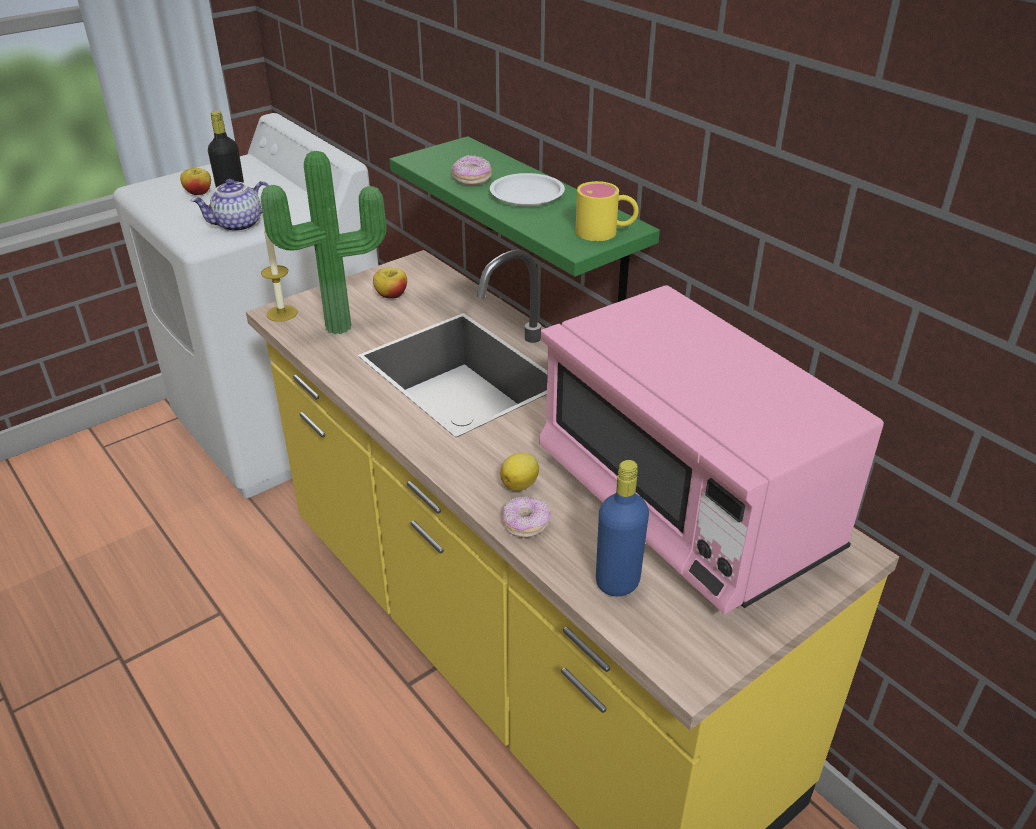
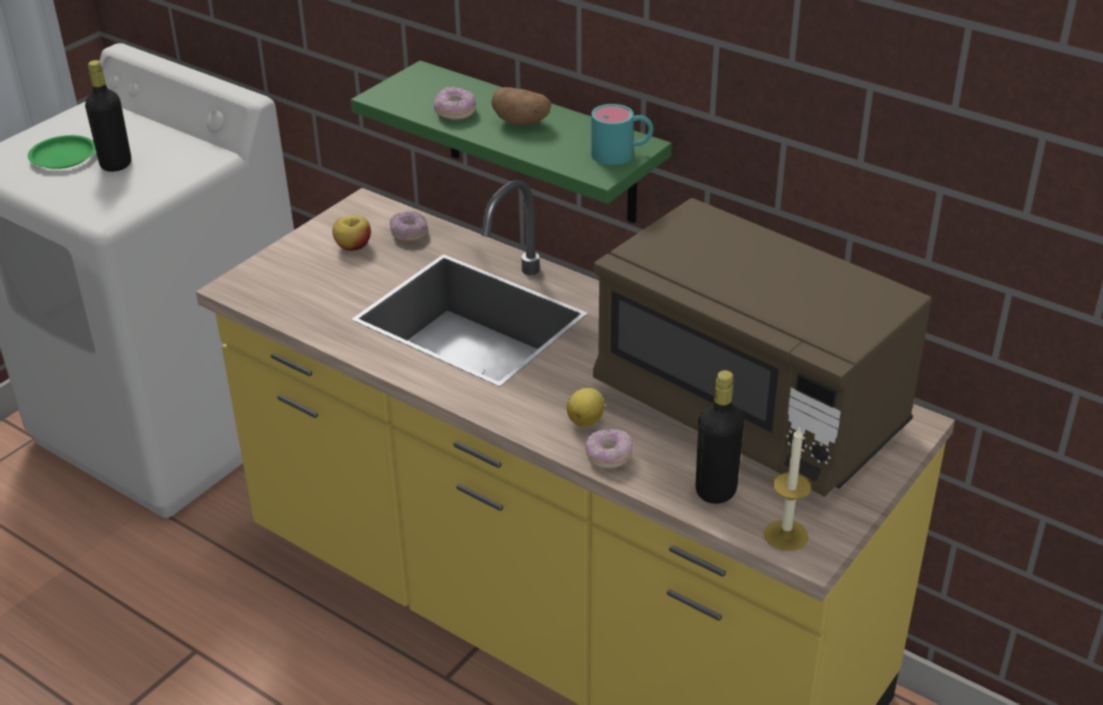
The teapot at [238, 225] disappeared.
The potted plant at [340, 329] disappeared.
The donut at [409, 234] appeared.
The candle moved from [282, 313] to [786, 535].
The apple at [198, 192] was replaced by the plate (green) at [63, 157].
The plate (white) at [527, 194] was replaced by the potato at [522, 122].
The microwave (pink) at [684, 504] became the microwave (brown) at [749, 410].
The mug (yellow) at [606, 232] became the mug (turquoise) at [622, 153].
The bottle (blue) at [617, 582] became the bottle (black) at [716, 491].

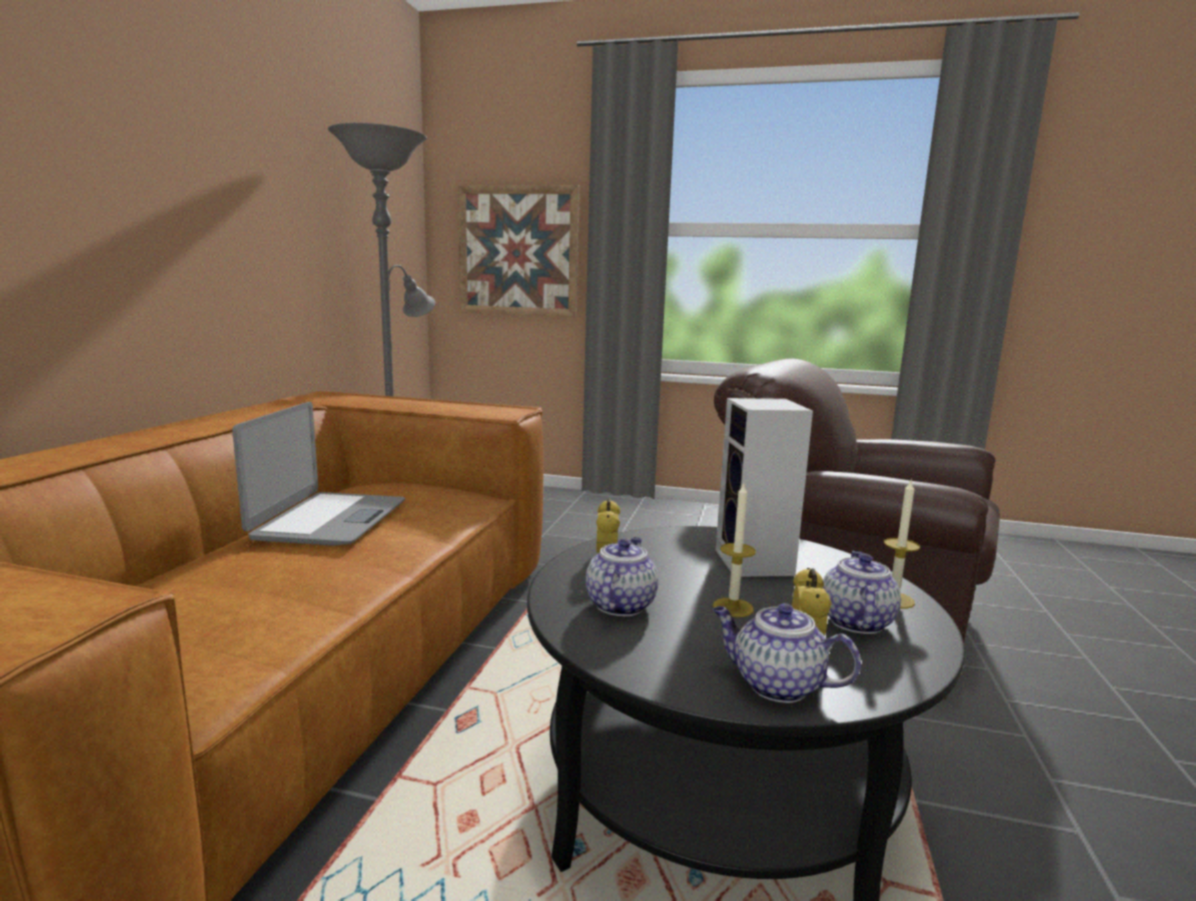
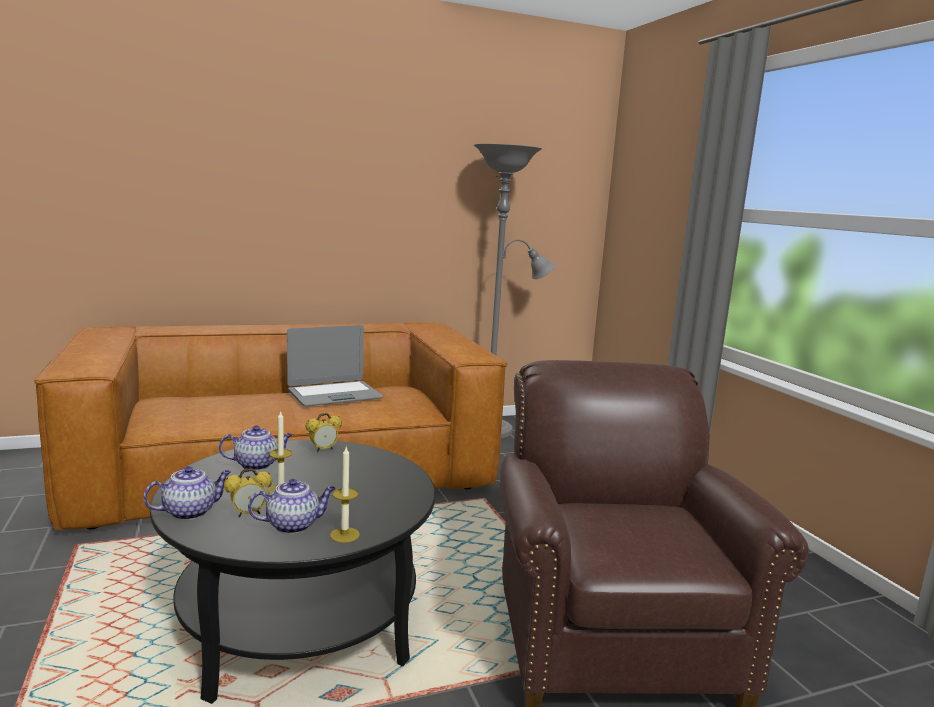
The picture at [518, 251] disappeared.
The speaker at [756, 564] disappeared.
The teapot at [775, 685] turned 60 degrees clockwise.

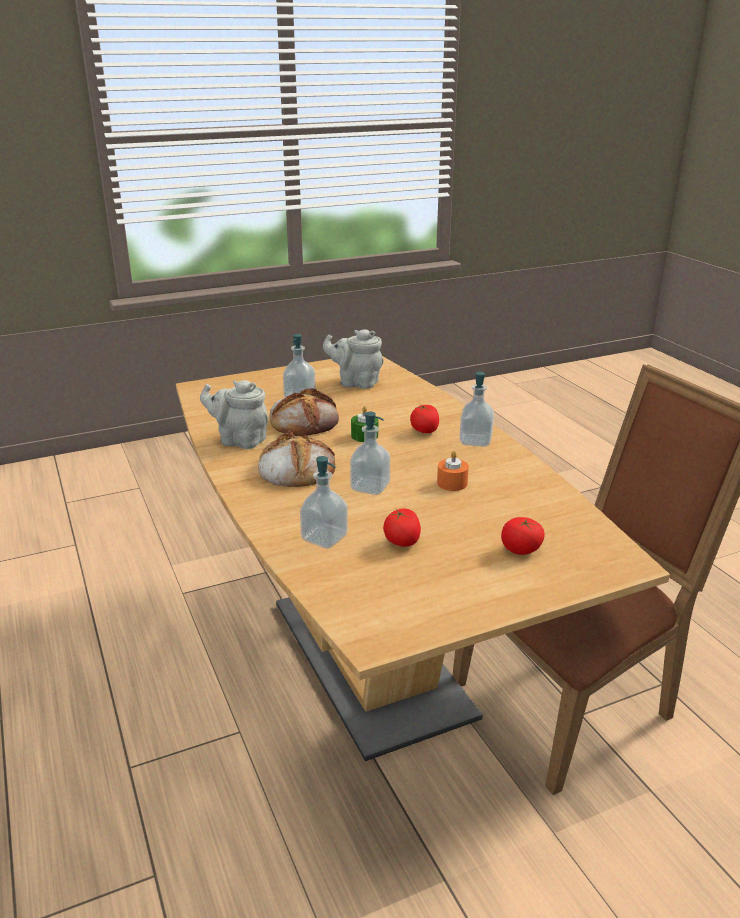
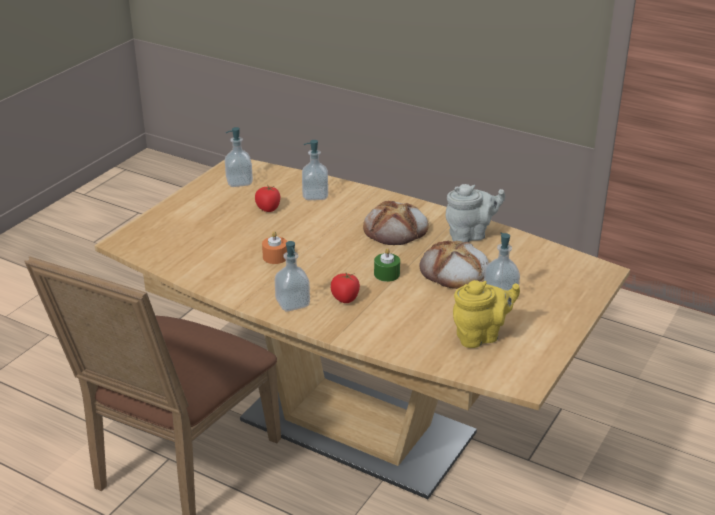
The tomato at [521, 550] disappeared.
The soap dispenser moved from [370, 487] to [239, 182].
The teapot (grey) at [356, 383] became the teapot (yellow) at [480, 336].

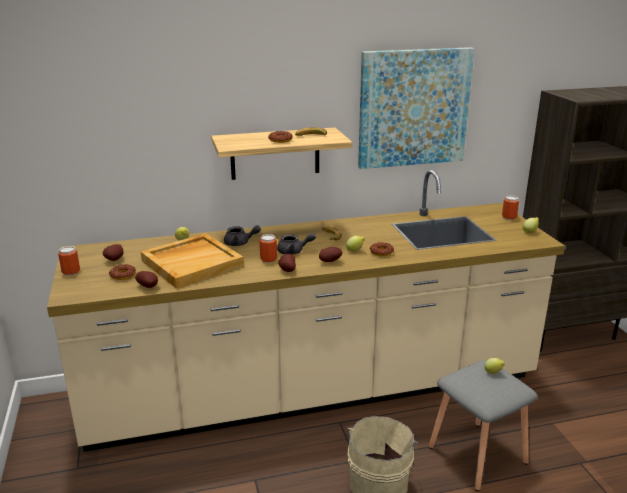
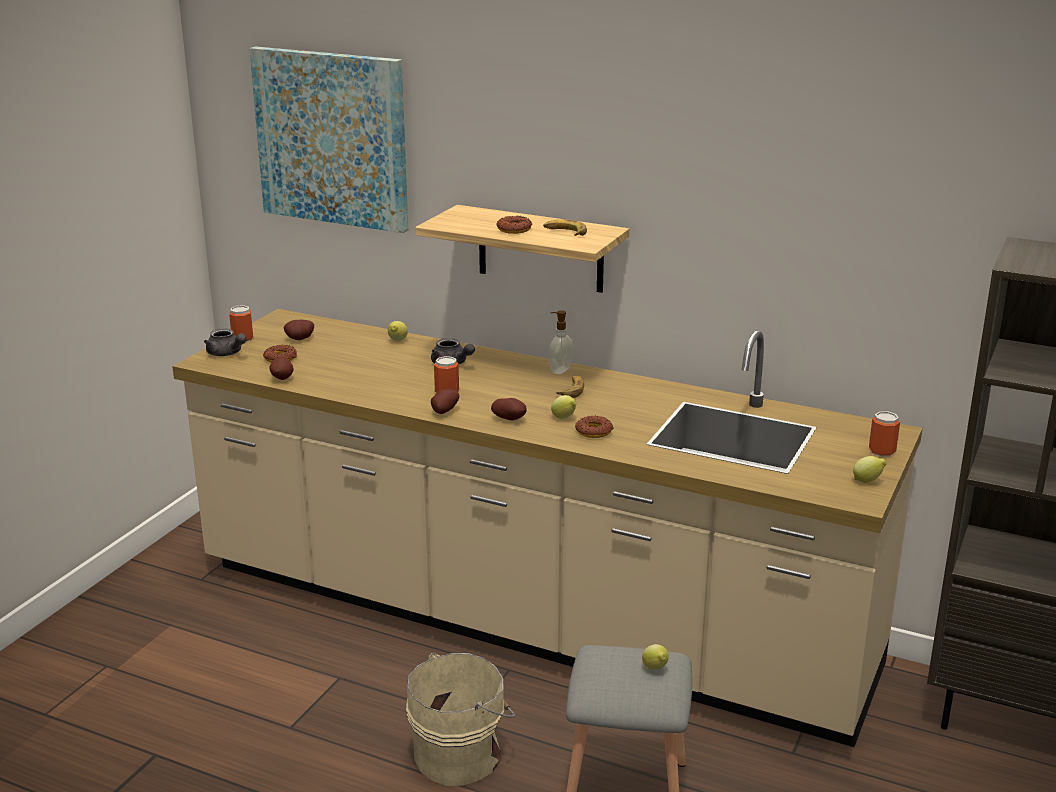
The tray (beige) at [192, 263] disappeared.
The soap dispenser at [559, 370] appeared.
The teapot (grey) moved from [294, 251] to [226, 354].
The picture moved from [413, 108] to [332, 138].

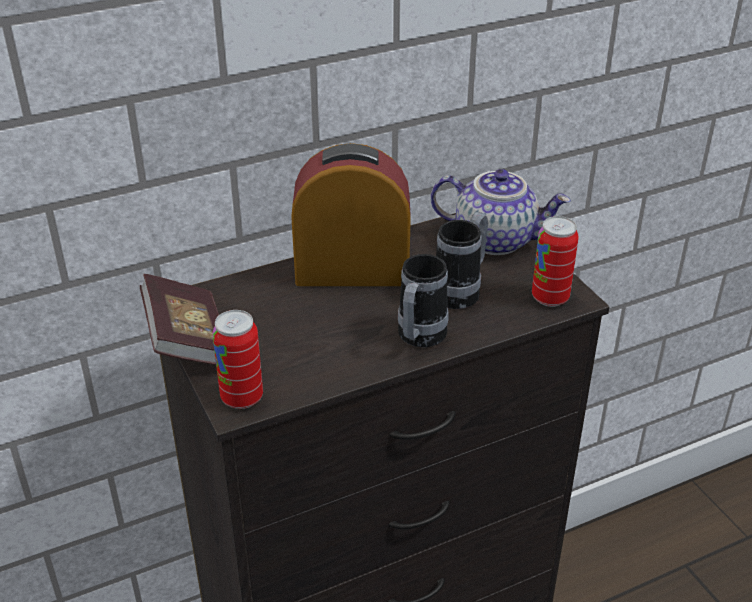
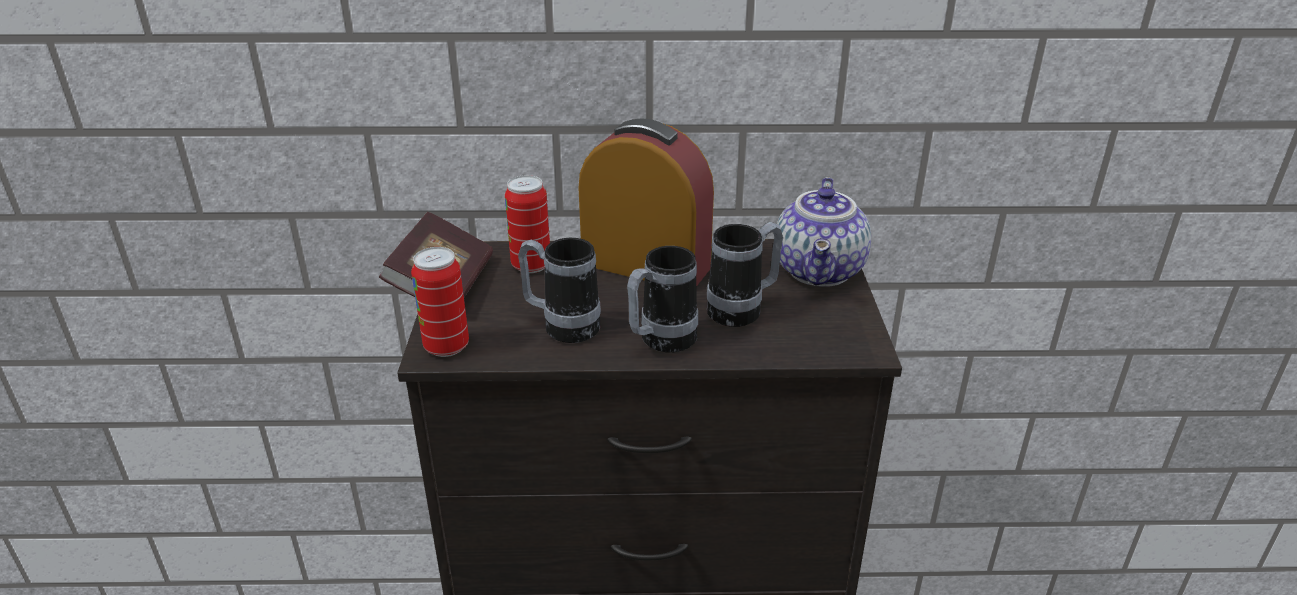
The mug at [562, 326] appeared.
The can moved from [550, 298] to [531, 265].
The teapot at [496, 239] turned 60 degrees clockwise.

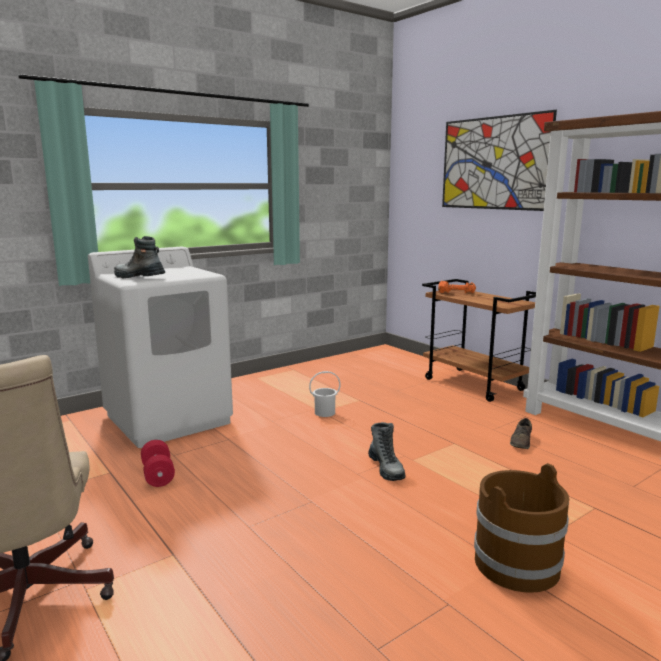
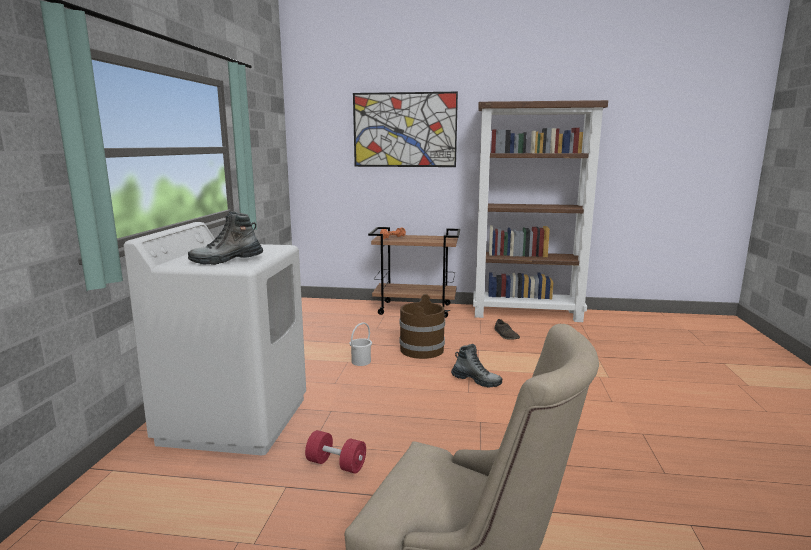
The bucket (brown) moved from [516, 563] to [421, 349].

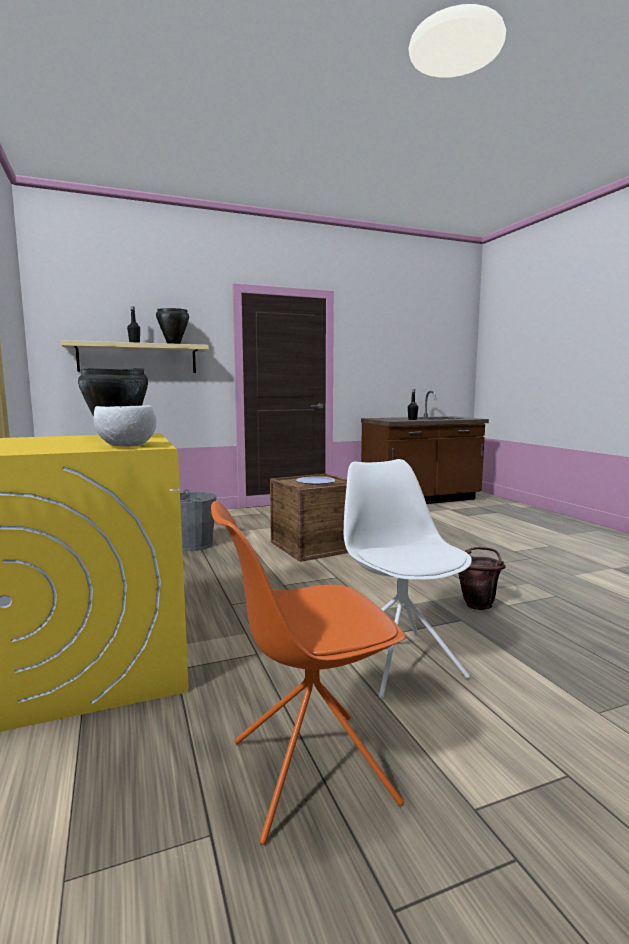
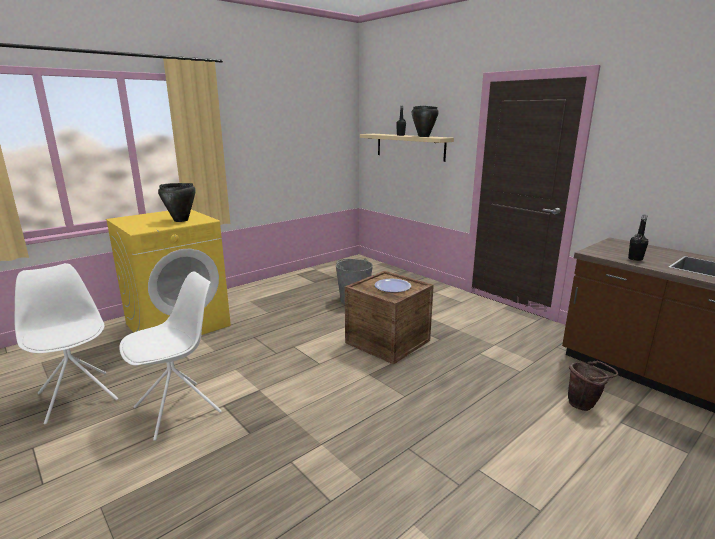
The bowl (white) at [128, 446] disappeared.
The bucket (brown) moved from [478, 604] to [584, 405].
The chair (orange) at [308, 772] became the chair (white) at [78, 396].

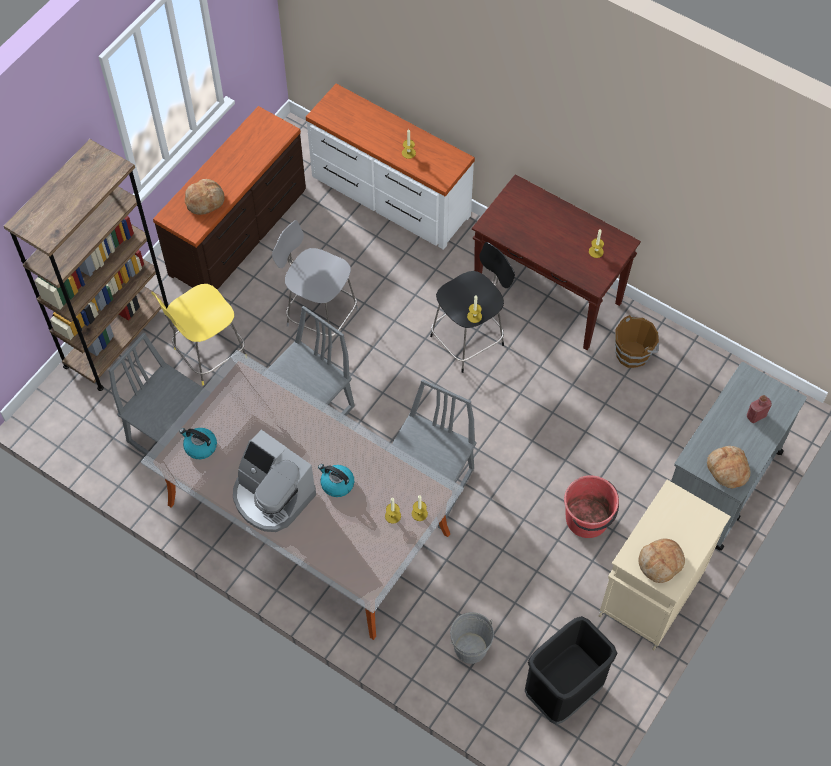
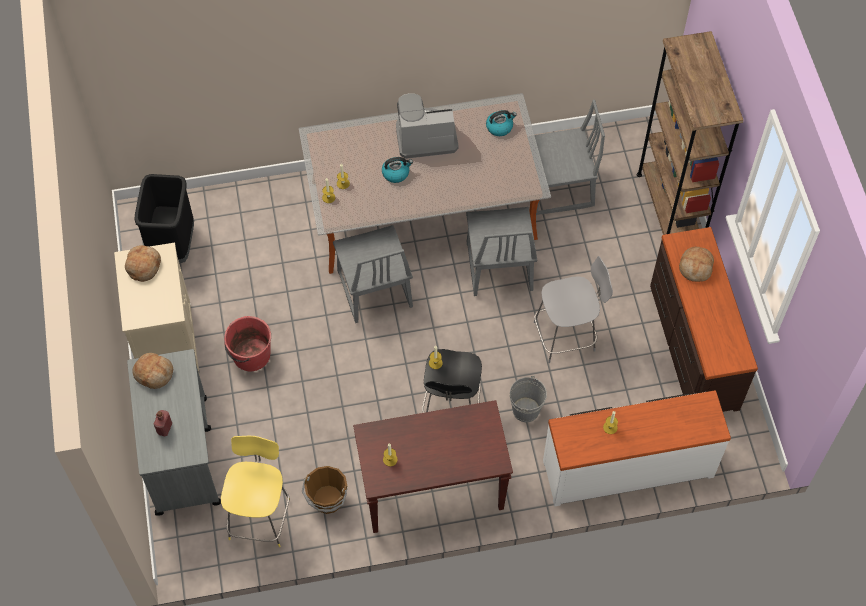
The stool (yellow) moved from [208, 354] to [260, 516].
The bucket (grey) moved from [470, 648] to [526, 410].

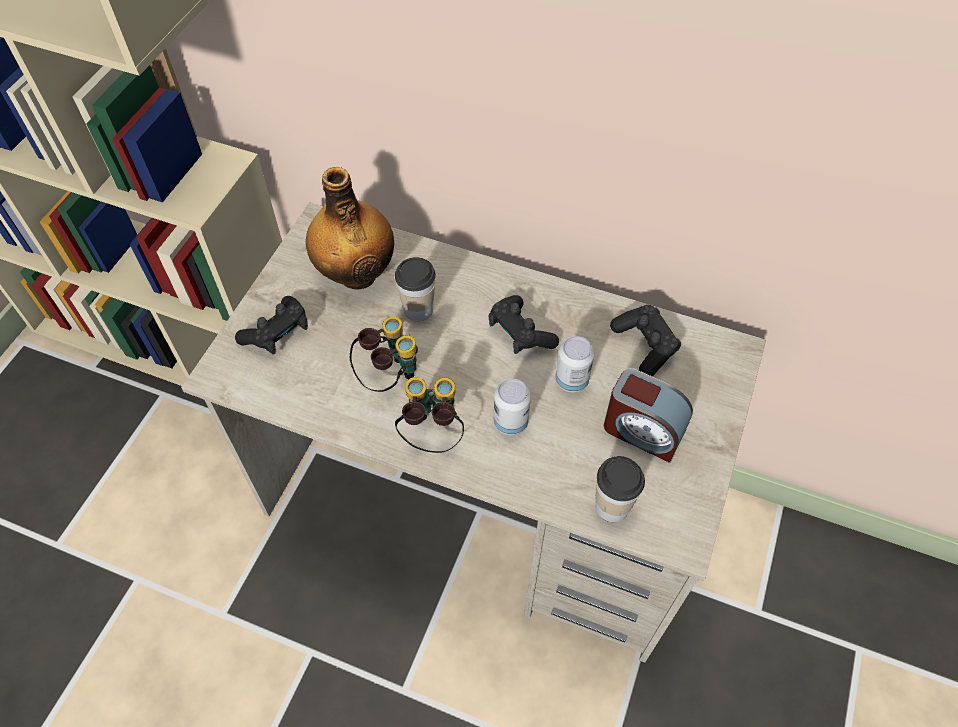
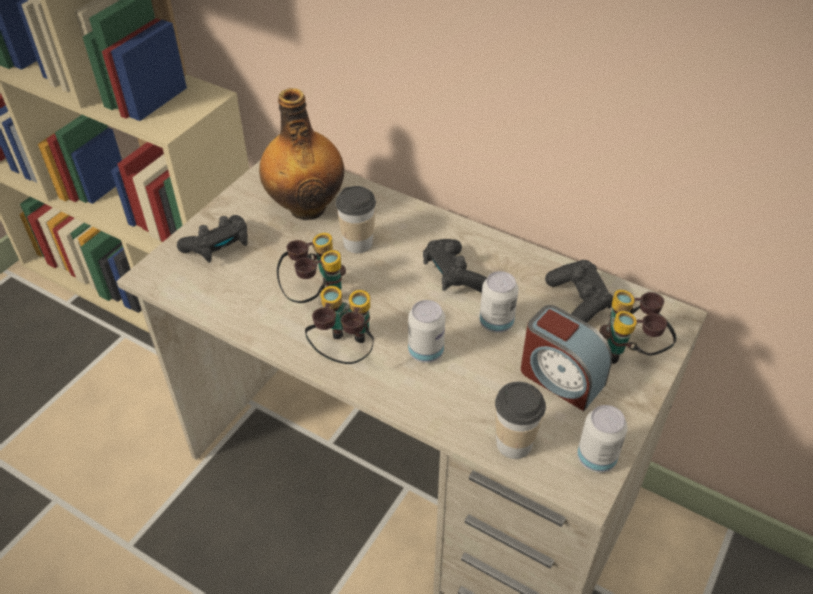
The can at [596, 458] appeared.
The binoculars at [631, 352] appeared.

